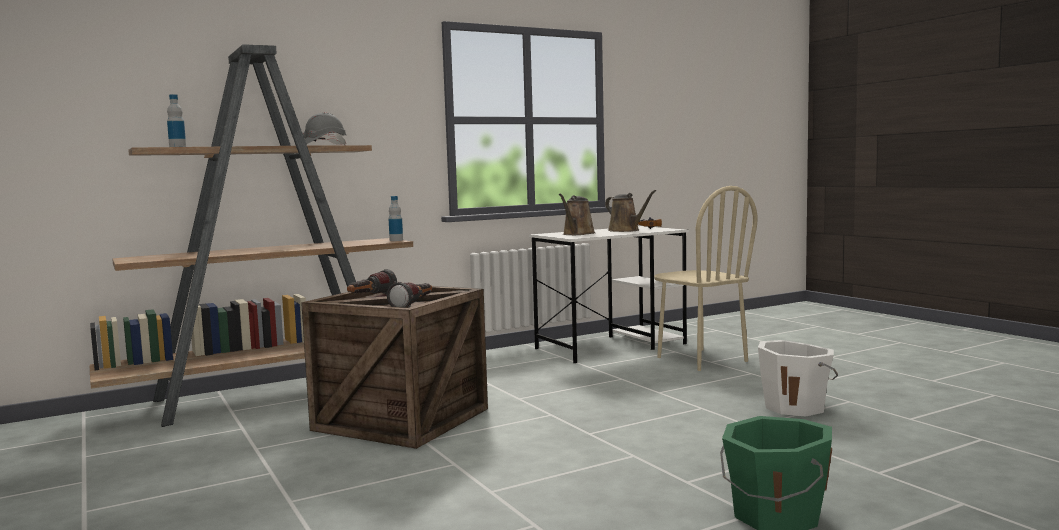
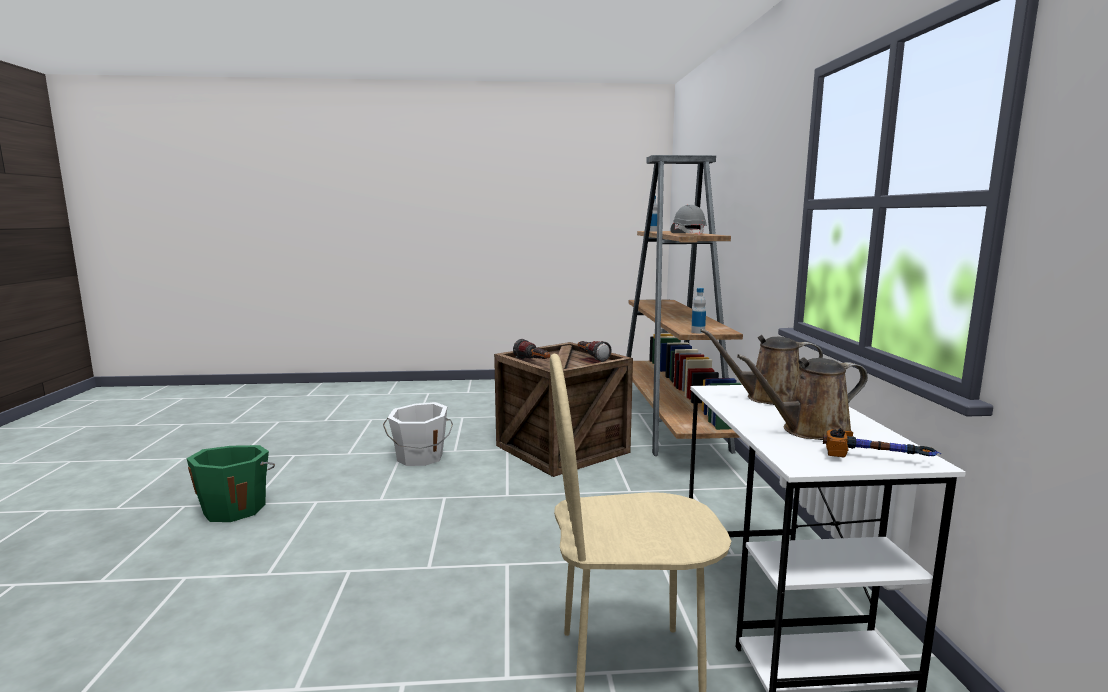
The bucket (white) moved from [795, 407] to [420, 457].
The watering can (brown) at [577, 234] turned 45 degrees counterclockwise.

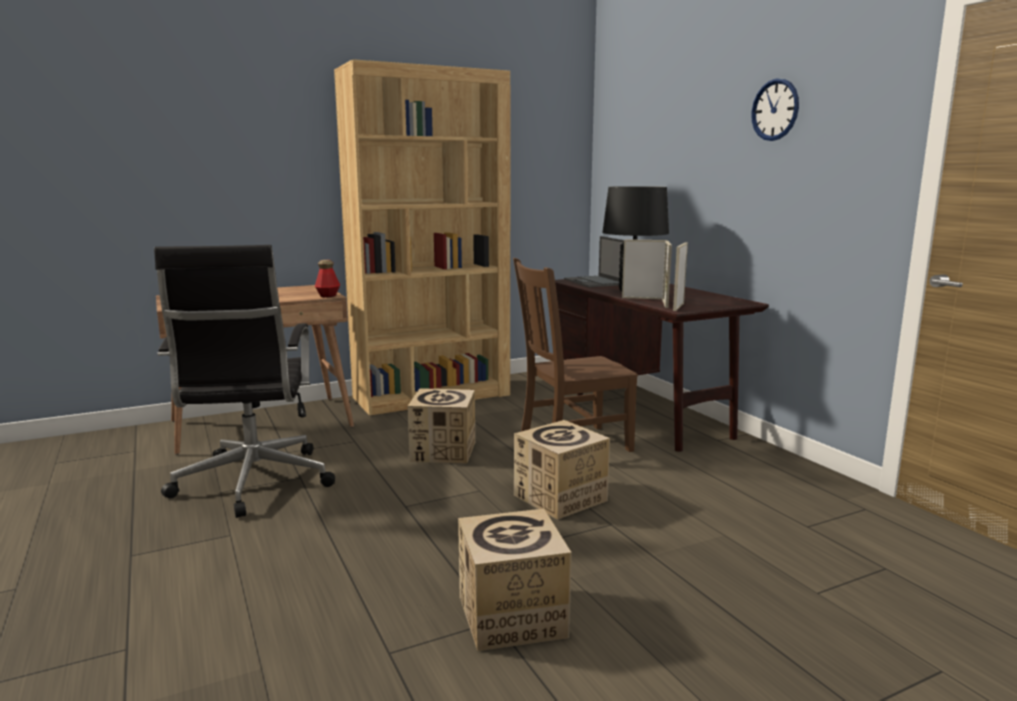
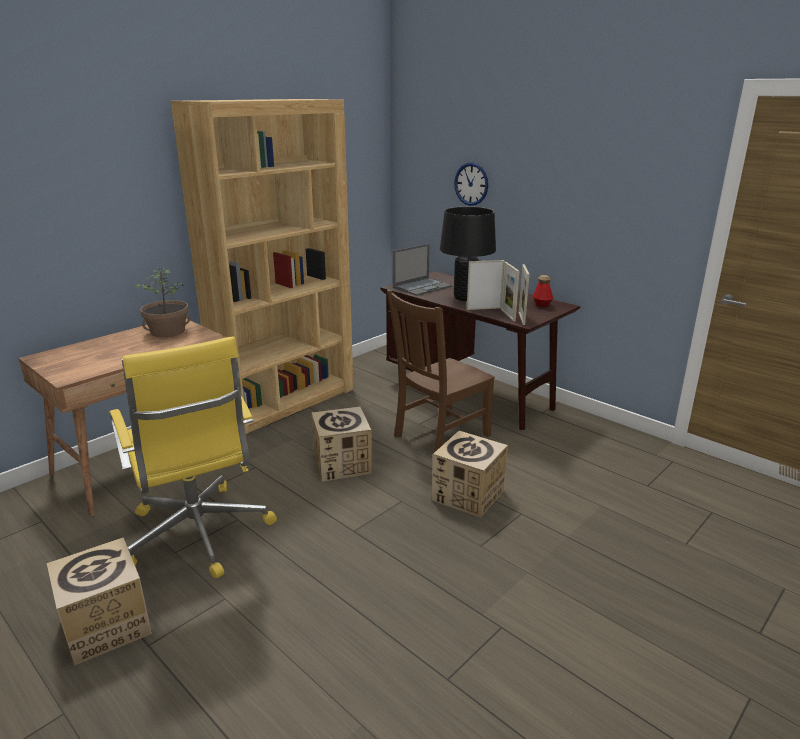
The potted plant at [168, 331] appeared.
The bottle moved from [328, 296] to [542, 305].
The cardboard box moved from [512, 616] to [106, 626].
The wall clock moved from [775, 110] to [471, 184].
The office chair (black) at [253, 483] became the office chair (yellow) at [198, 536].
The laptop at [595, 282] turned 90 degrees counterclockwise.

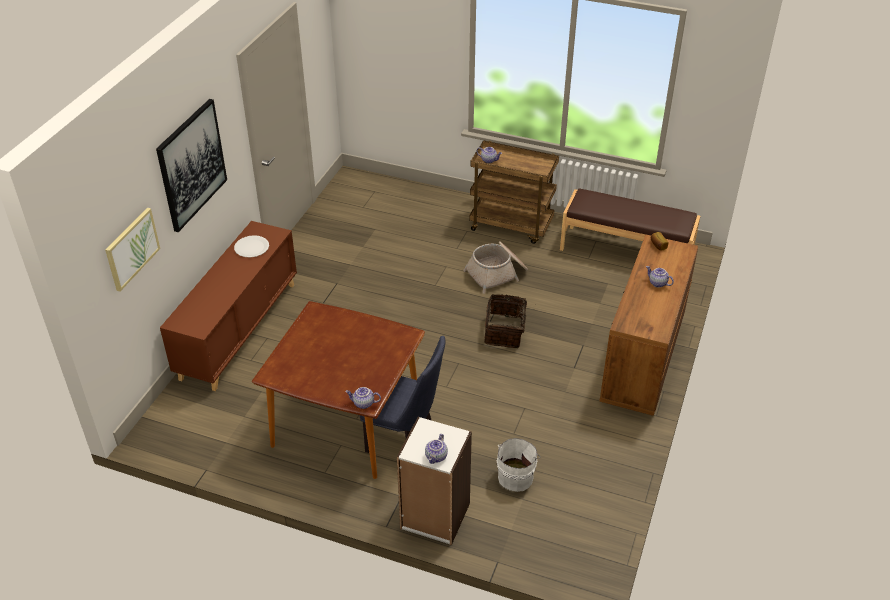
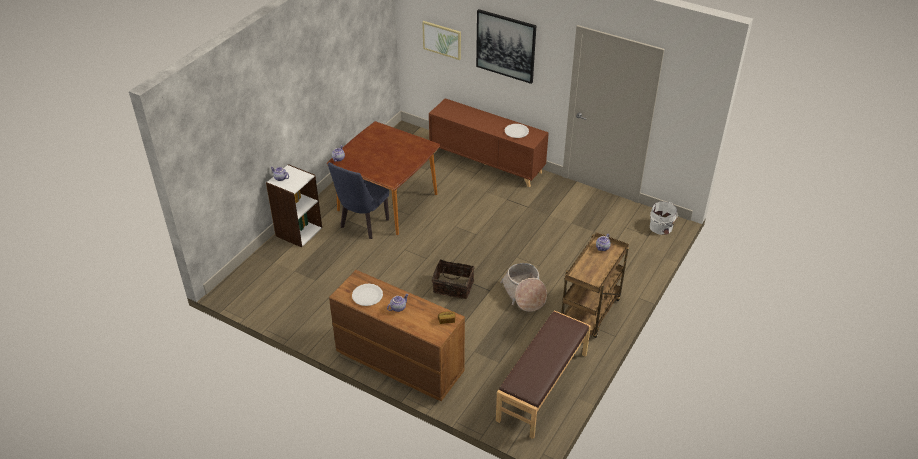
The plate (white) at [367, 295] appeared.
The bucket (white) moved from [516, 476] to [662, 228].

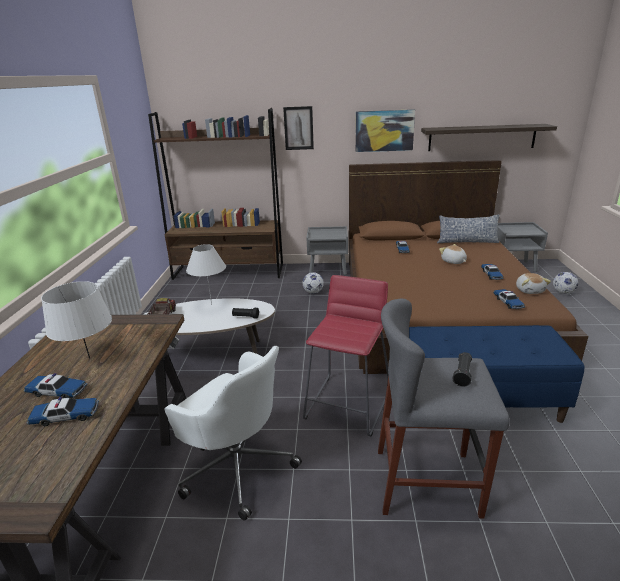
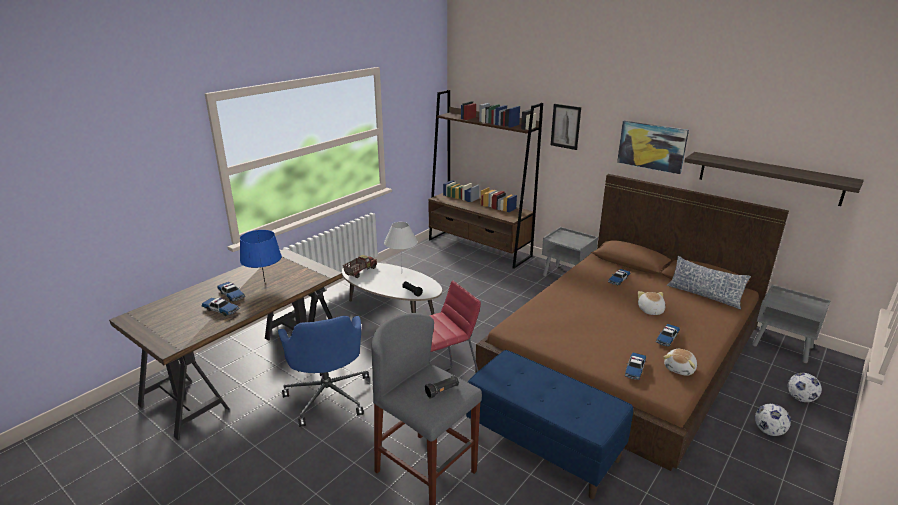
The football moved from [313, 292] to [768, 431].
The table lamp (white) at [89, 358] became the table lamp (blue) at [264, 281].
The office chair (white) at [237, 466] became the office chair (blue) at [328, 395].

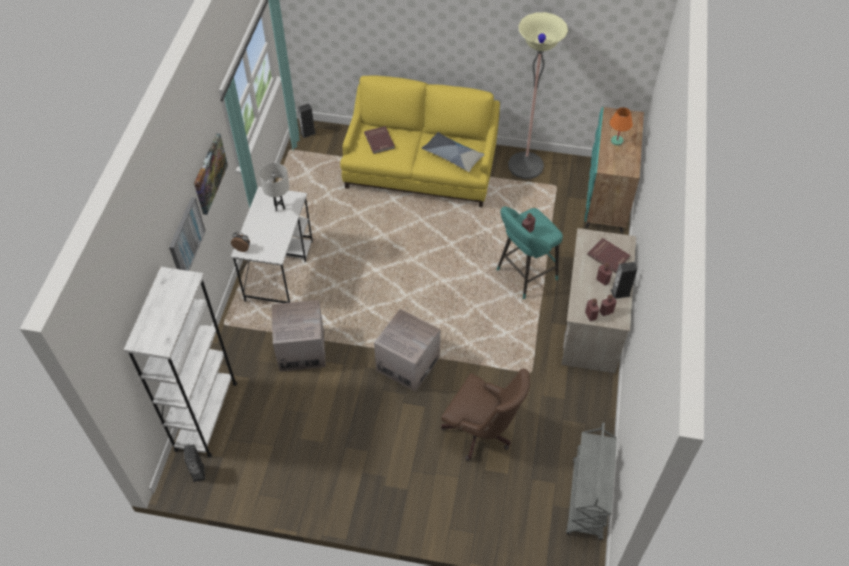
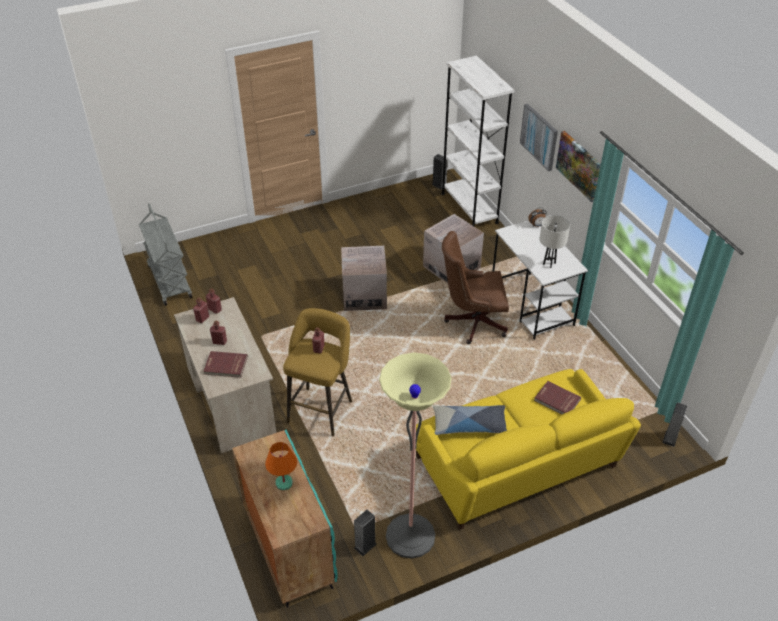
The office chair (brown) moved from [482, 433] to [472, 322].
The speaker moved from [620, 293] to [365, 546].
The stool (turquoise) at [524, 276] became the stool (yellow) at [321, 409].

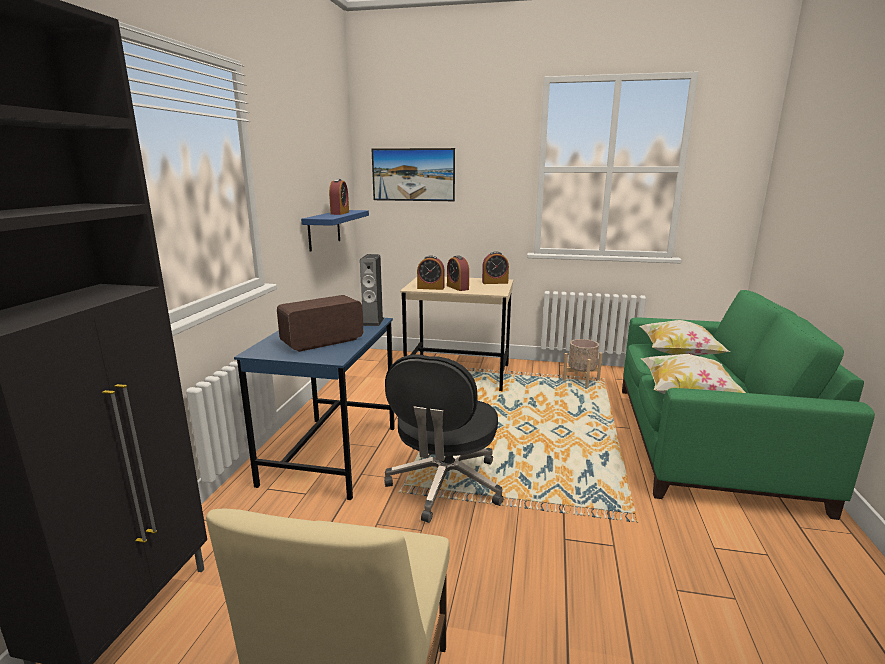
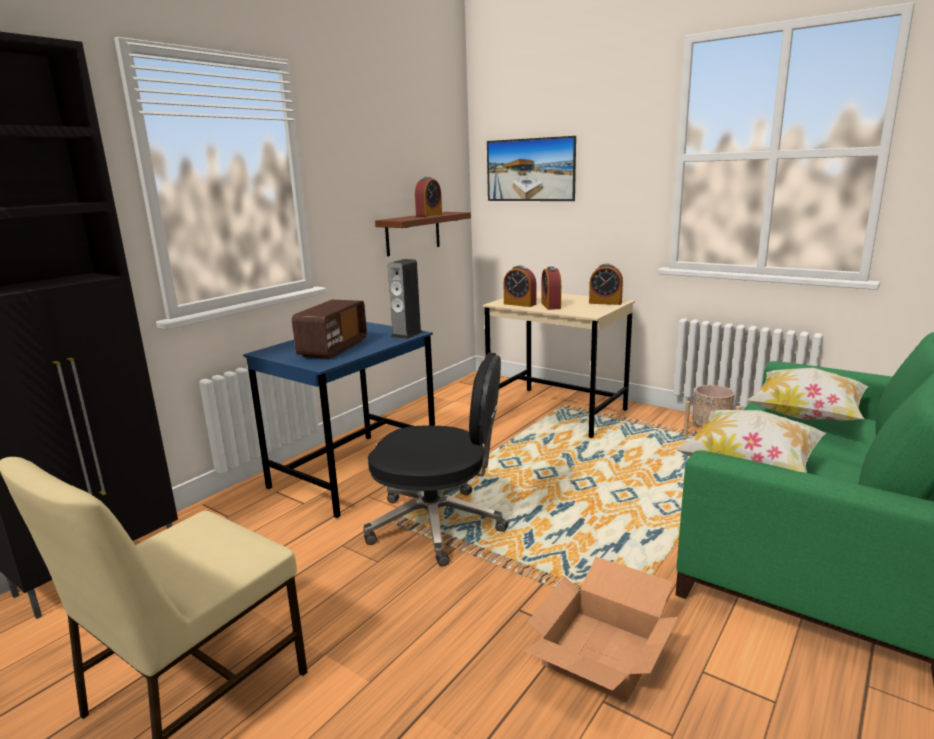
The cardboard box at [602, 655] appeared.
The shelf (blue) at [324, 230] became the shelf (brown) at [413, 233].
The radio at [322, 342] turned 120 degrees clockwise.
The office chair (black) at [445, 485] turned 120 degrees counterclockwise.

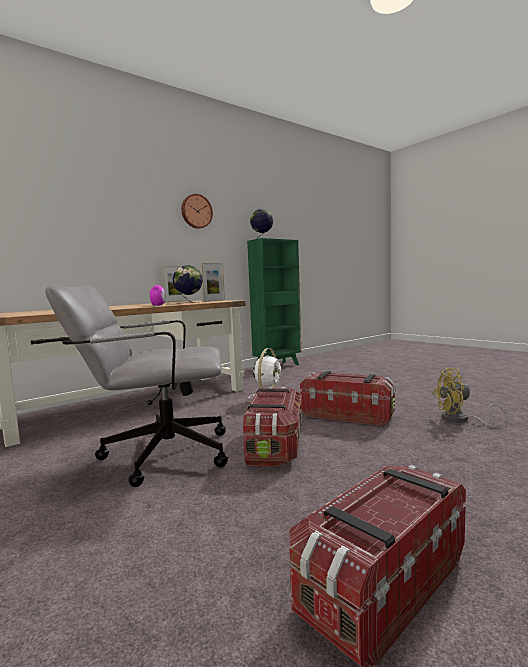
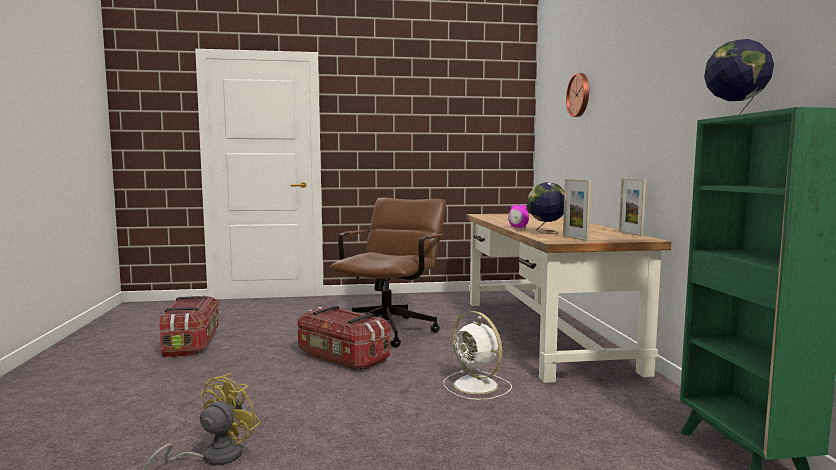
The storage box at [347, 415] disappeared.
The wall clock moved from [196, 211] to [579, 95].
The office chair (grey) at [155, 454] became the office chair (brown) at [391, 328].

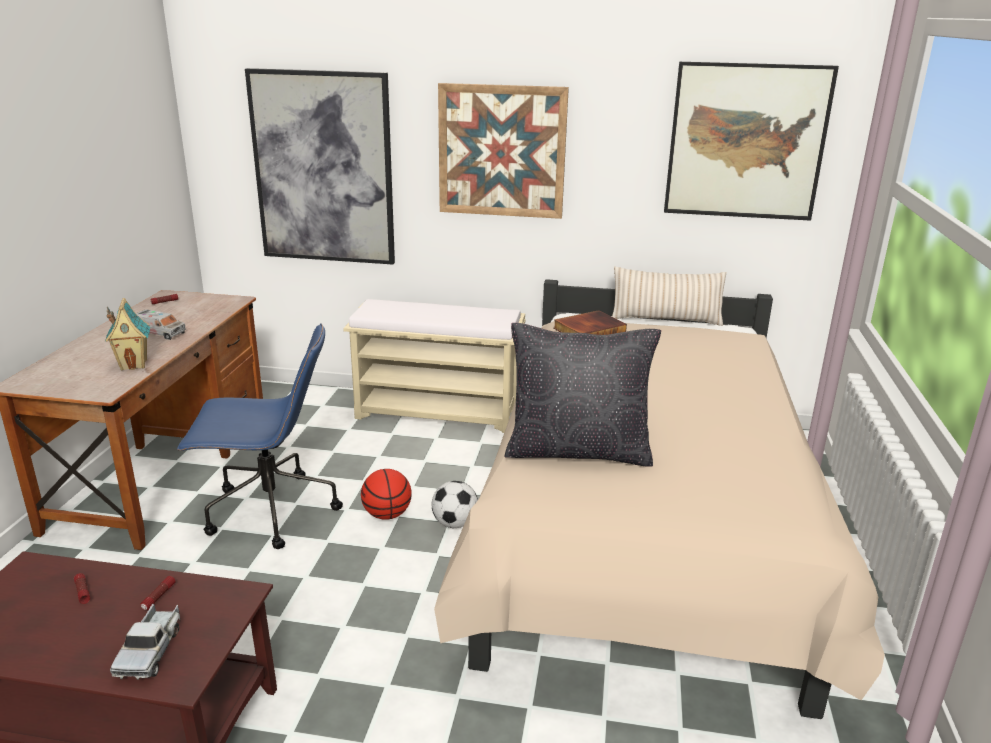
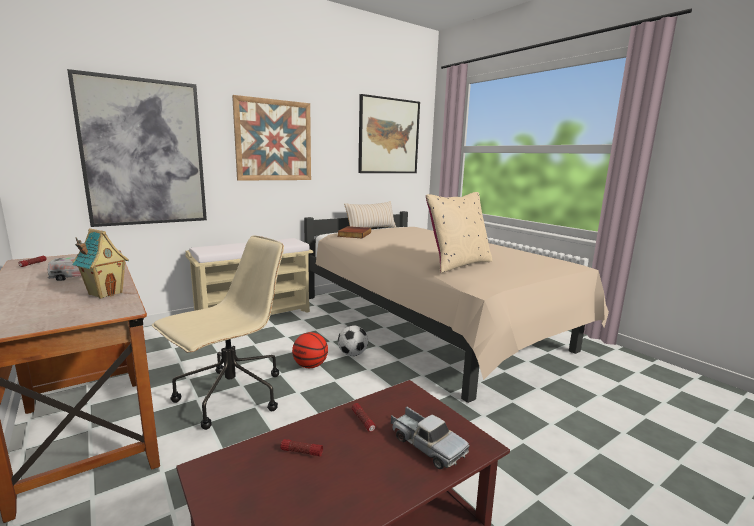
The office chair (blue) at [269, 511] became the office chair (beige) at [230, 397].
The pillow (black) at [578, 451] became the pillow (beige) at [458, 264].

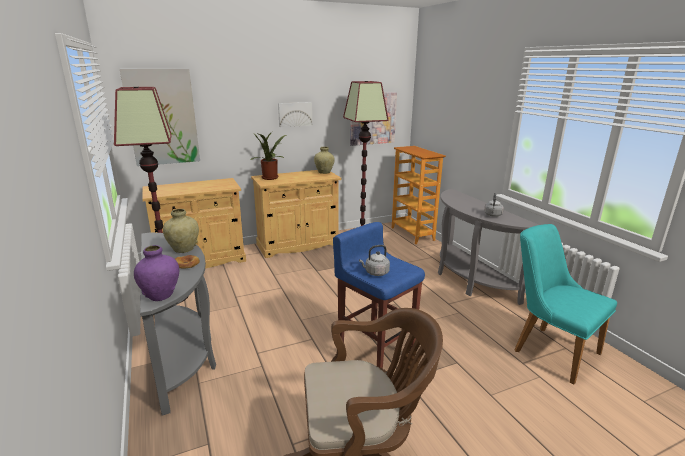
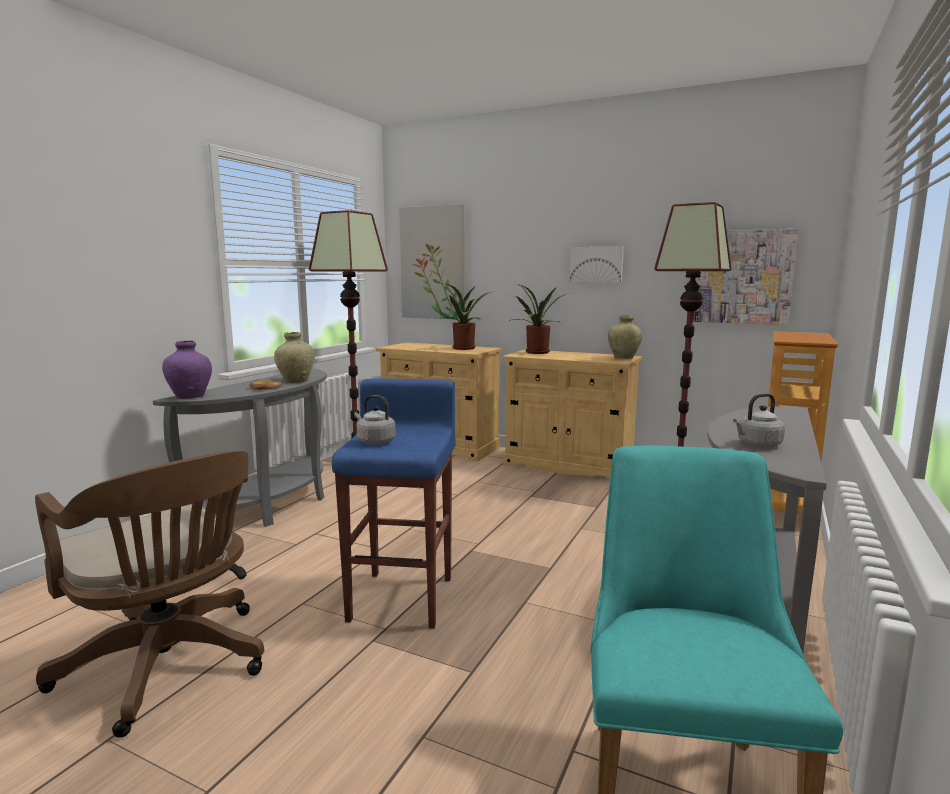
The potted plant at [464, 349] appeared.

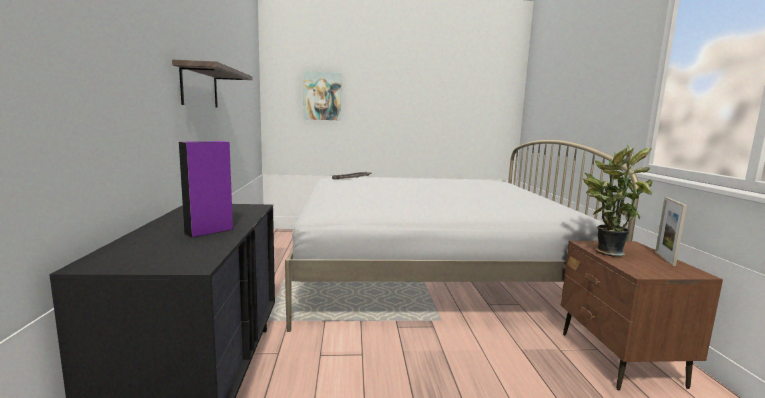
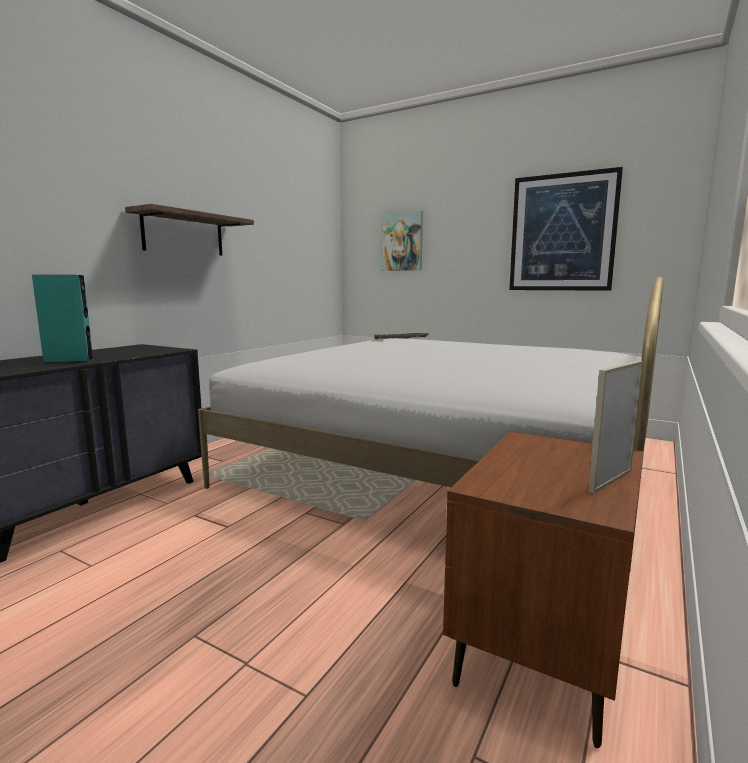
The potted plant at [606, 252] disappeared.
The picture at [562, 233] appeared.
The speaker (purple) at [209, 231] became the speaker (turquoise) at [68, 361].

